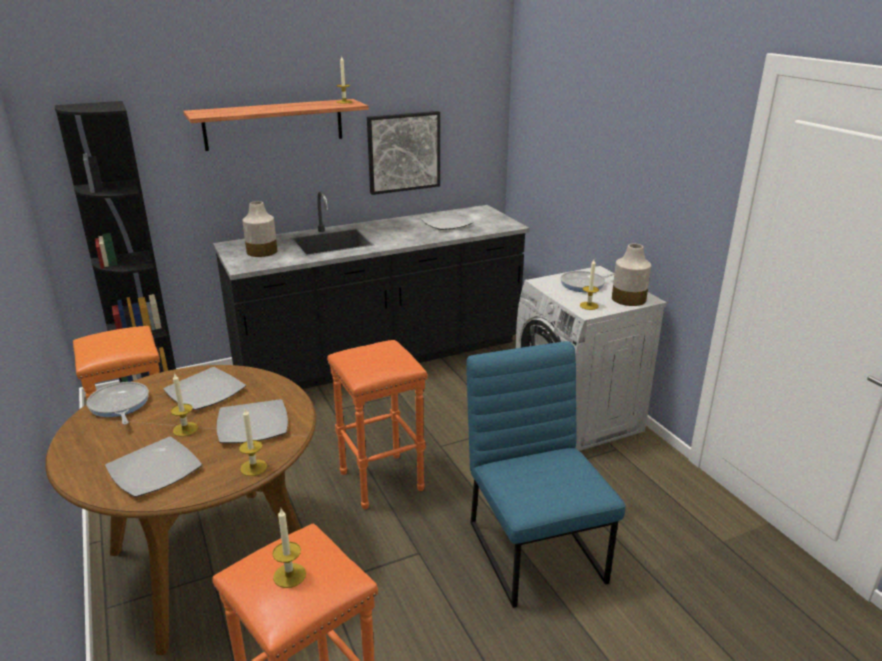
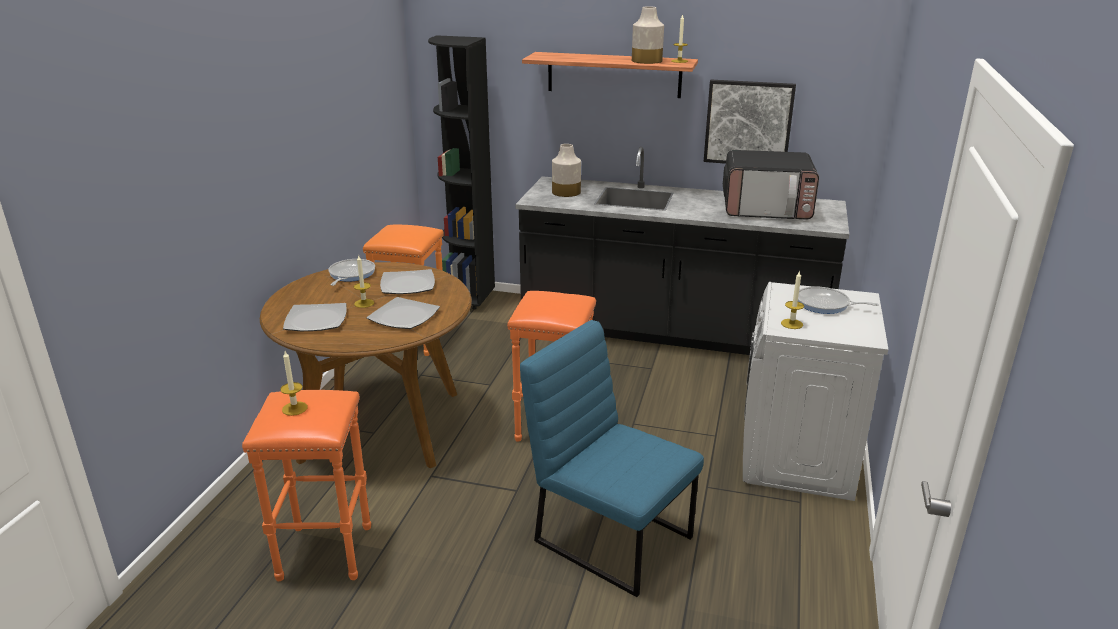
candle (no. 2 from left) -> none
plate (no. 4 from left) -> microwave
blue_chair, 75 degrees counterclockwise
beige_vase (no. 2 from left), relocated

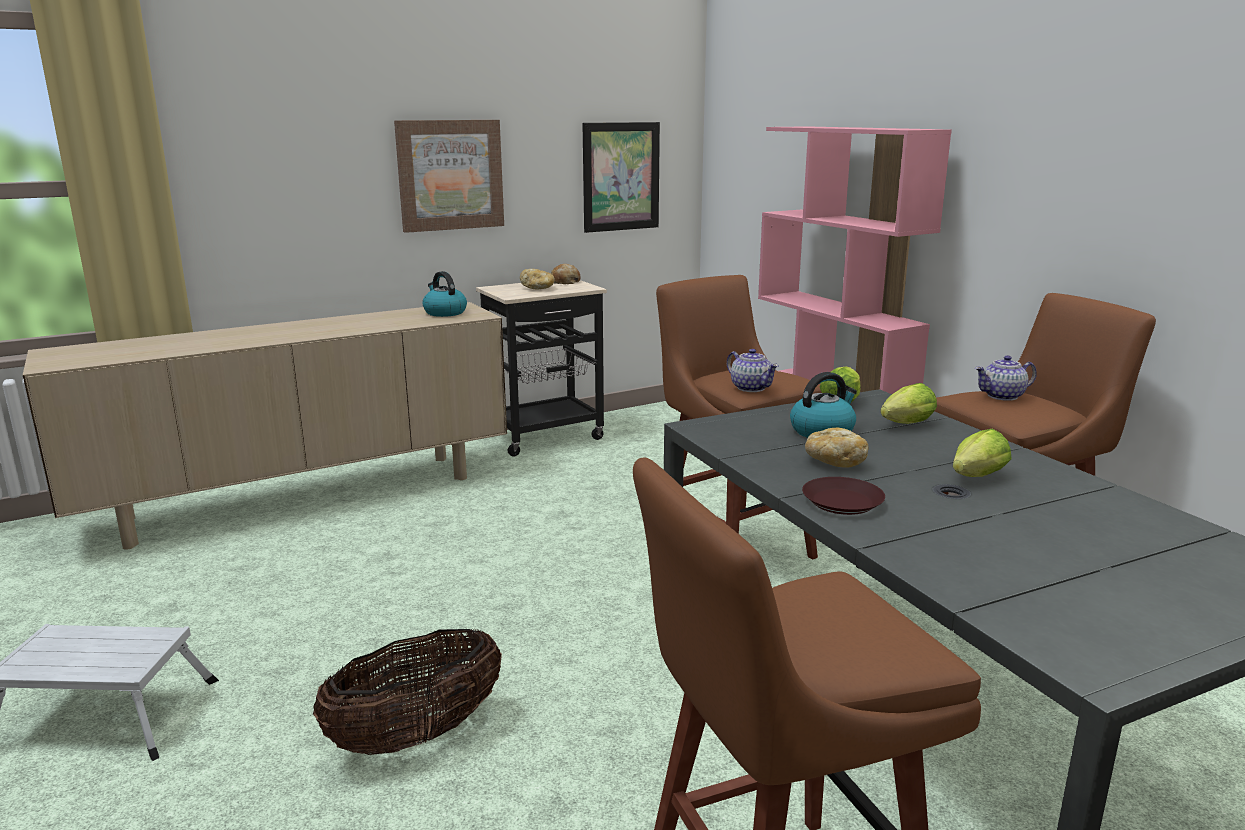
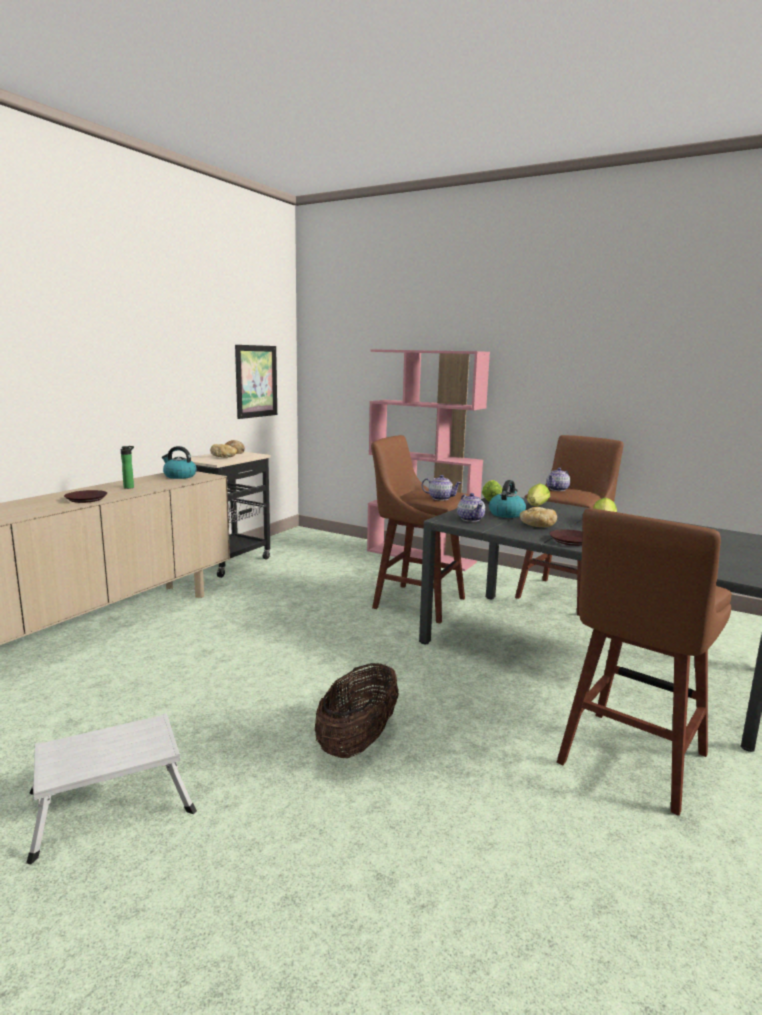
picture (no. 1 from left) -> none
none -> brown_plate (no. 1 from left)
none -> bottle
none -> teapot (no. 2 from left)

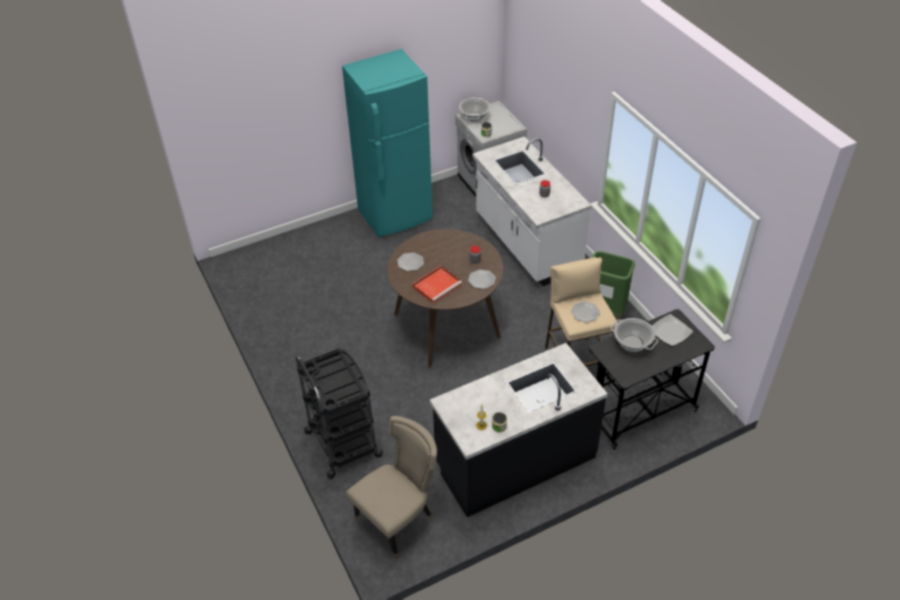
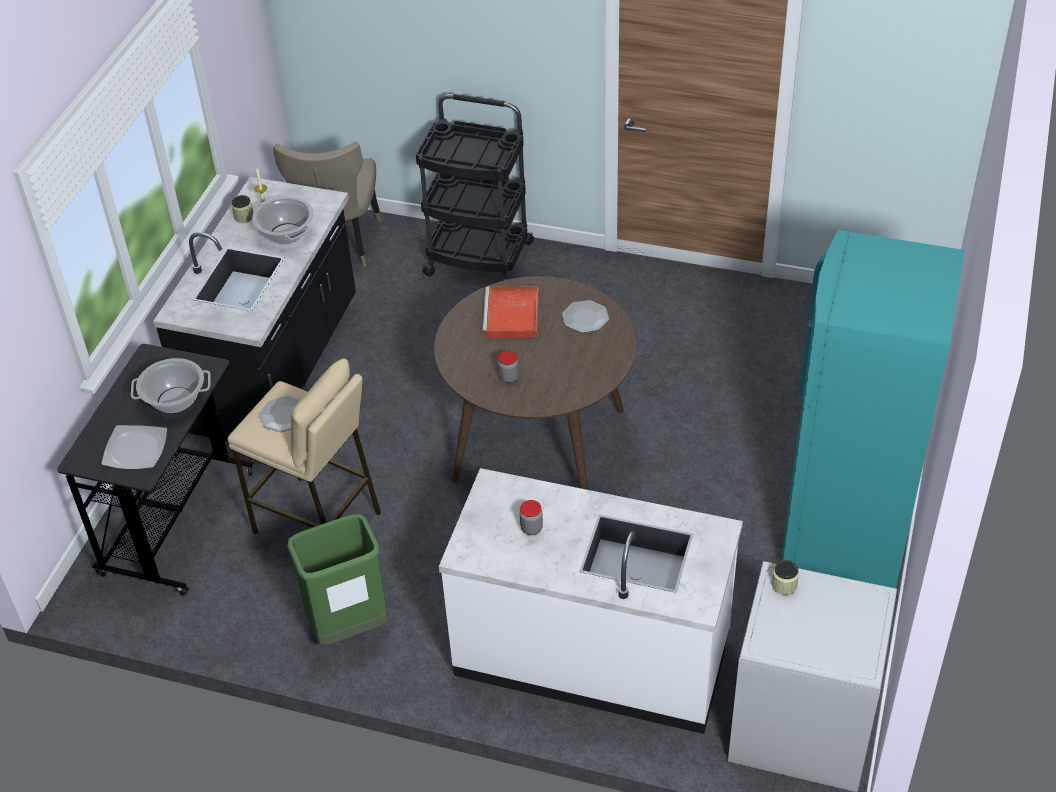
cooking_pot (no. 1 from left in the first image) -> cooking_pot (no. 2 from left), relocated
plate (no. 2 from left) -> none

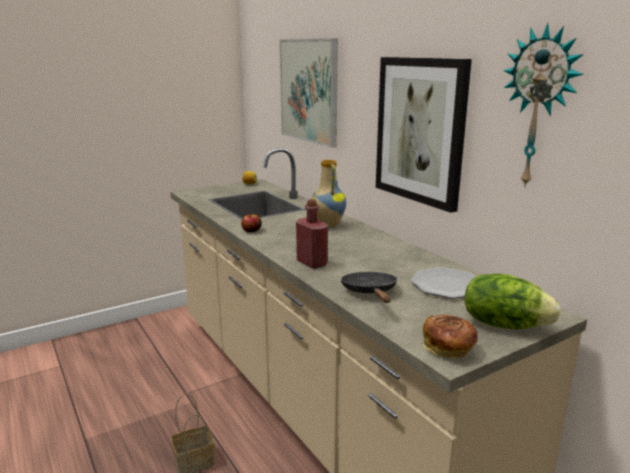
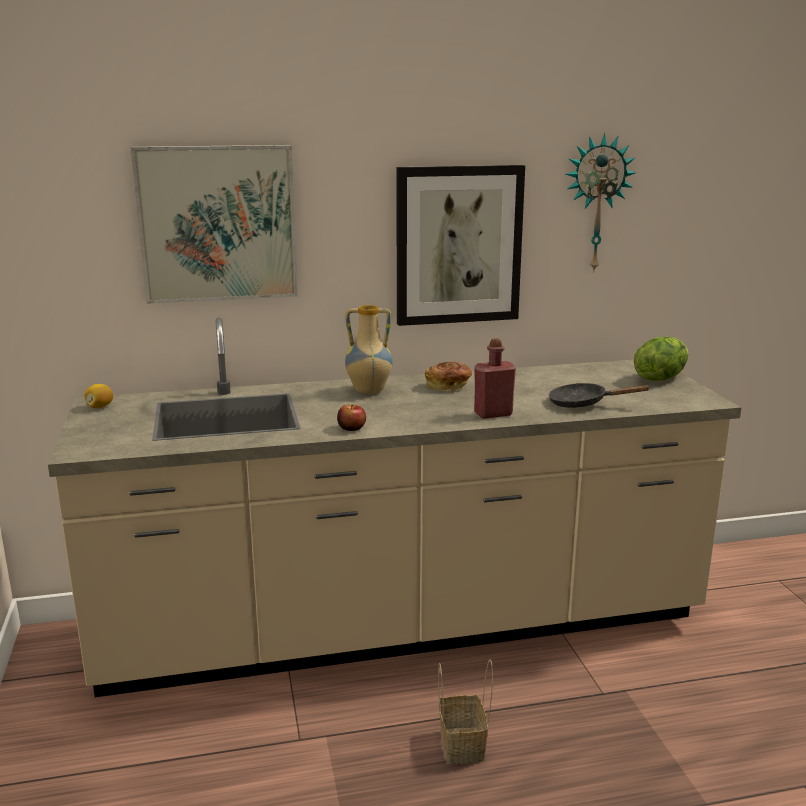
plate -> none
bread, relocated

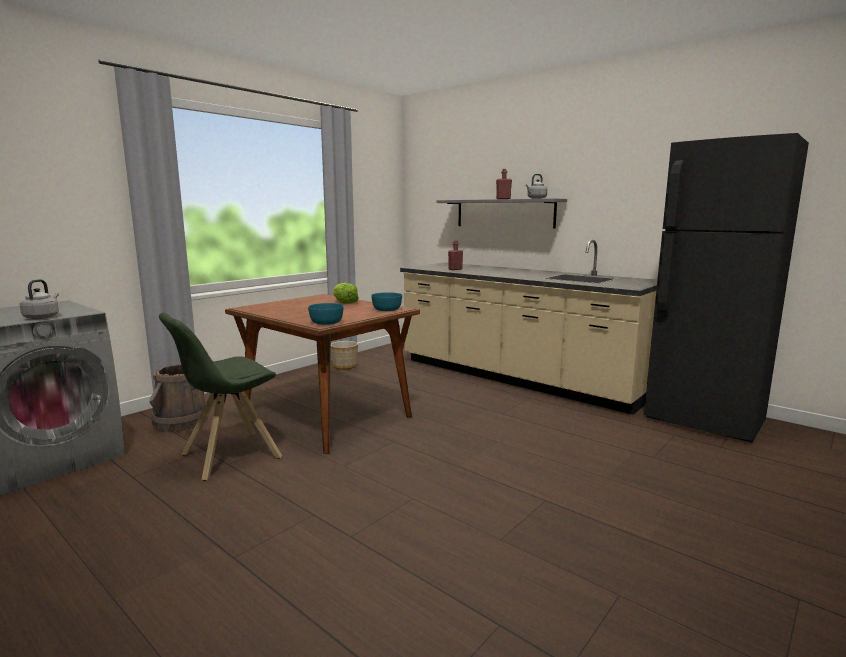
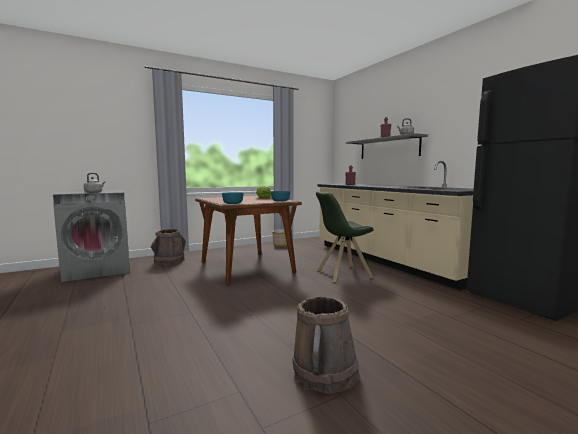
green_chair, relocated
none -> brown_bucket (no. 2 from left)

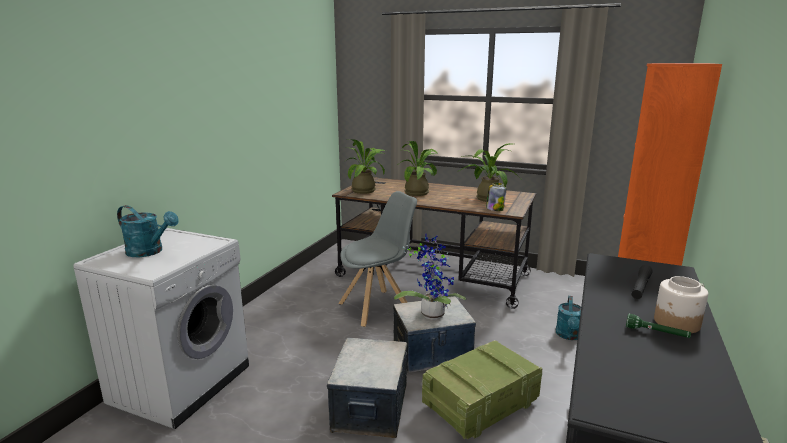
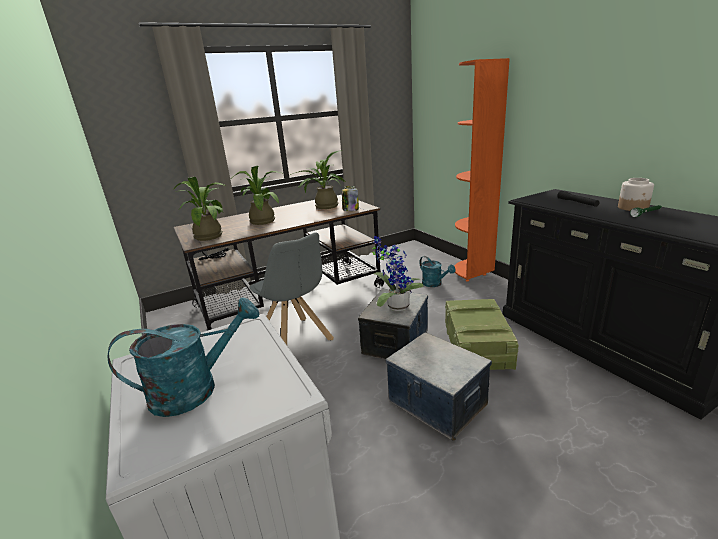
grey_chair, 135 degrees clockwise

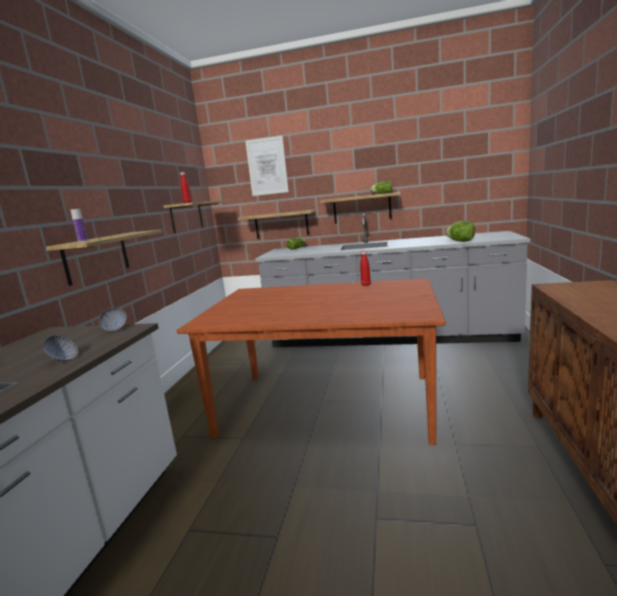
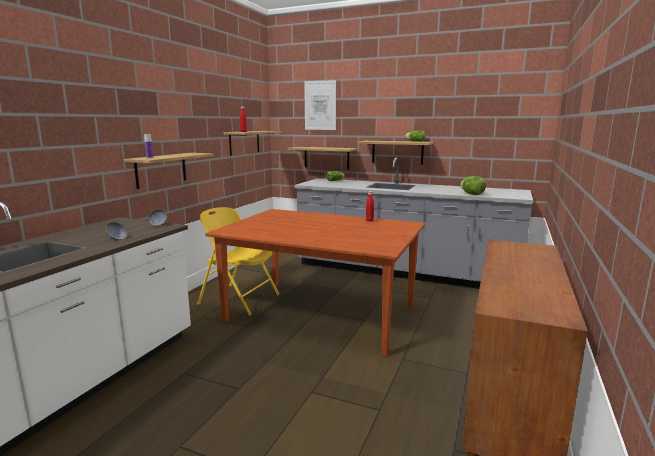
none -> yellow_chair

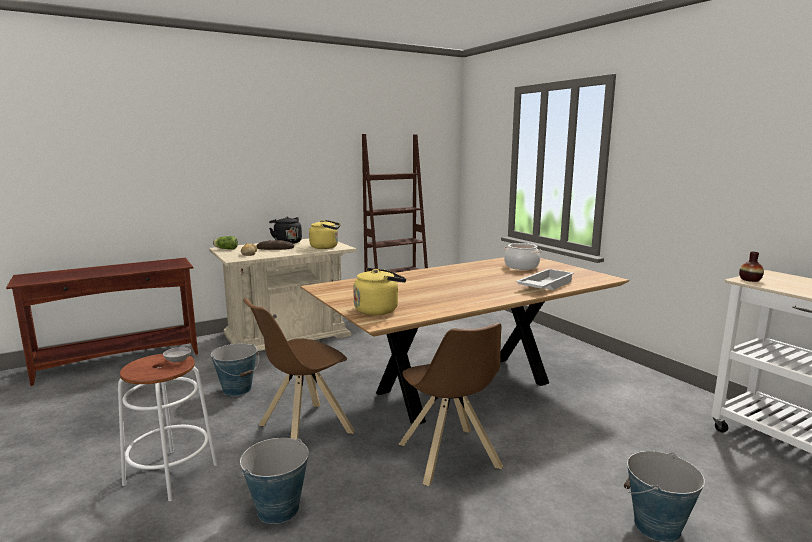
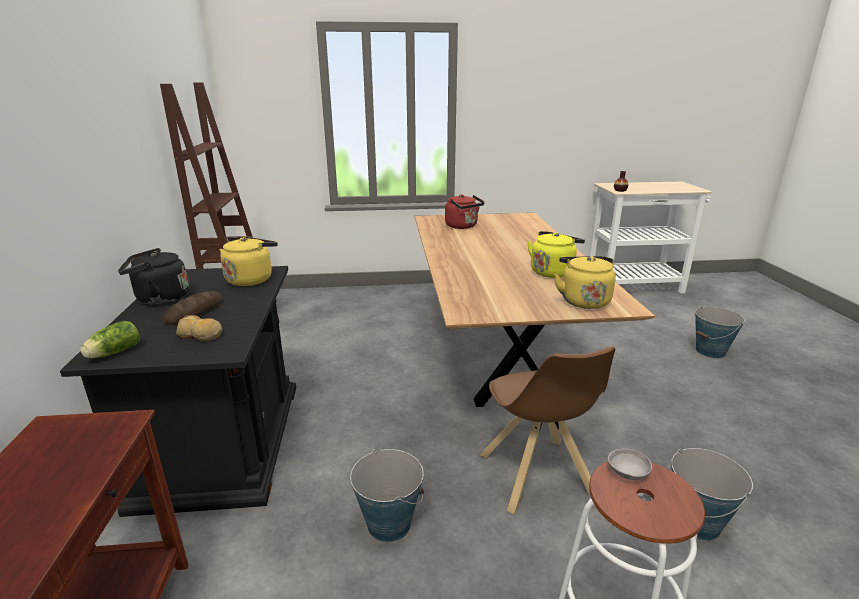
beige_cabinet -> black_cabinet
brown_chair (no. 2 from left) -> none
cooking_pot -> red_kettle
white_tray -> none
none -> yellow_kettle (no. 2 from left)

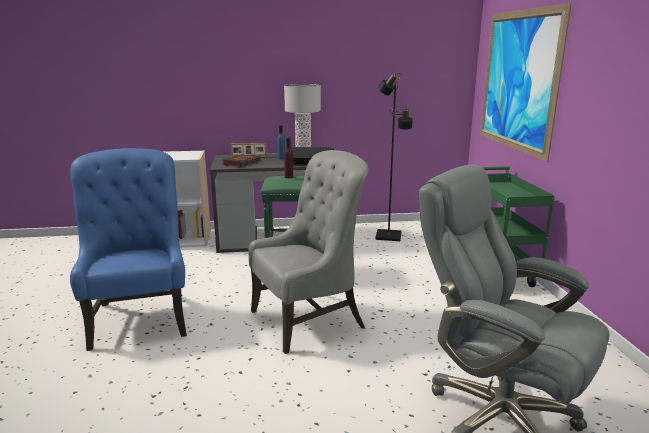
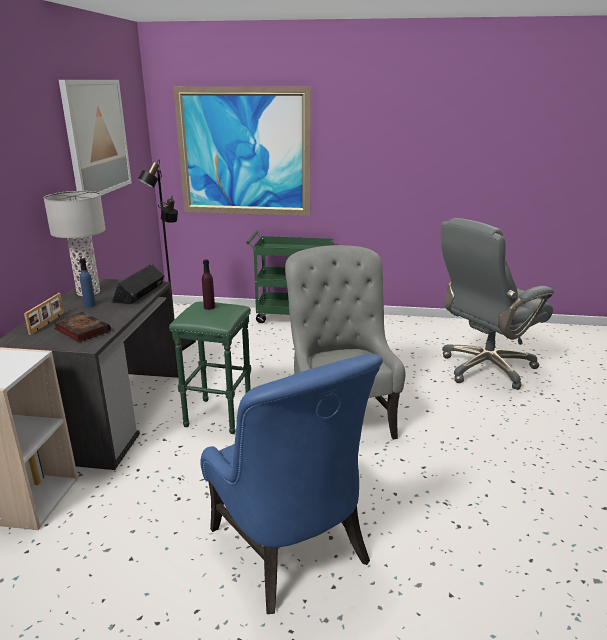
blue_chair, 120 degrees counterclockwise
none -> picture (no. 1 from left)

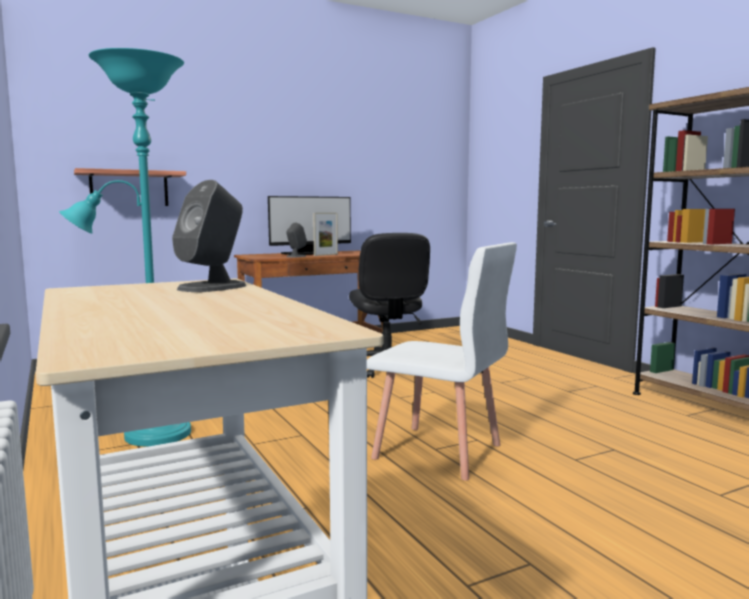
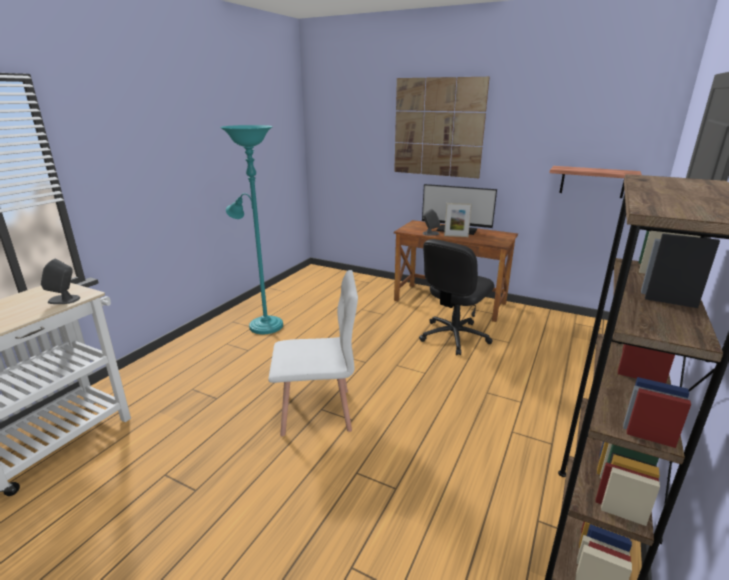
shelf, relocated
white_chair, 90 degrees counterclockwise
none -> picture

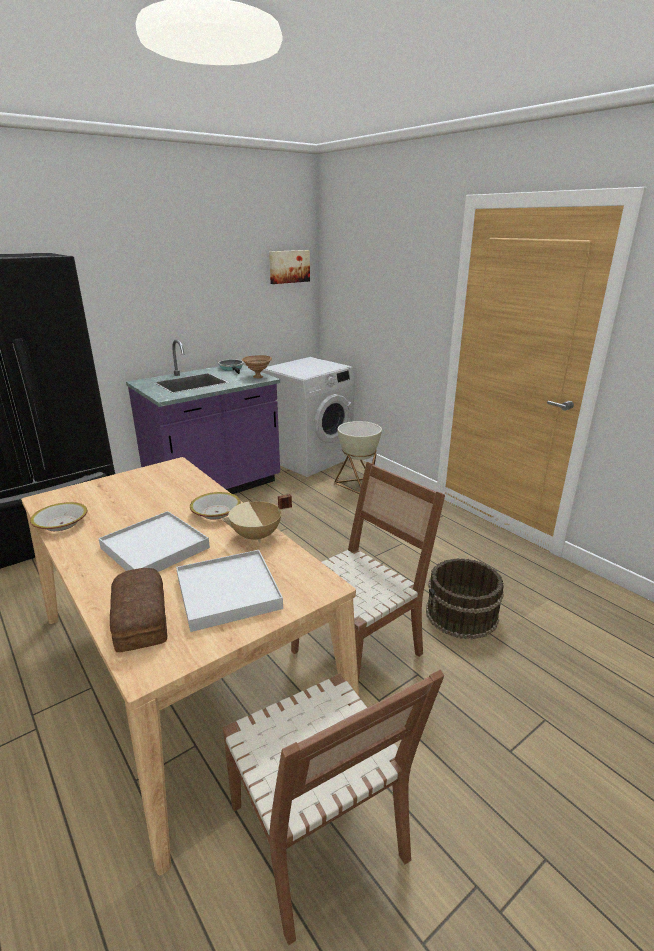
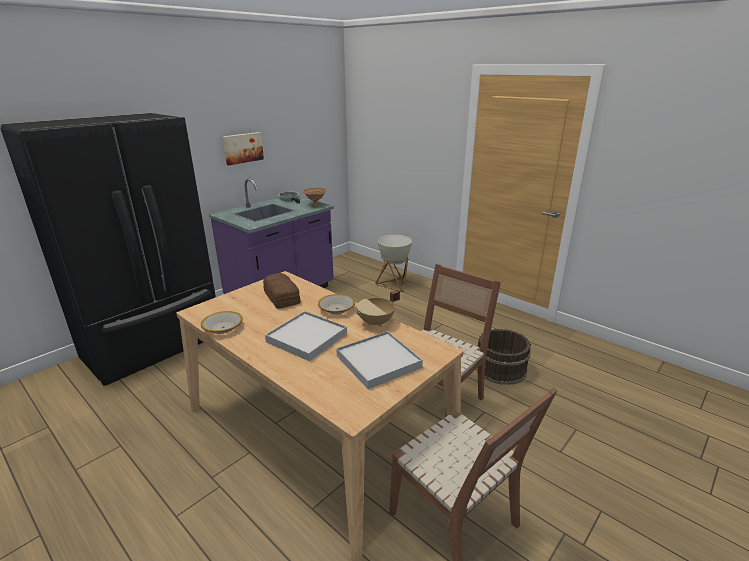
bread, relocated
white_washing_machine -> none
picture, relocated

